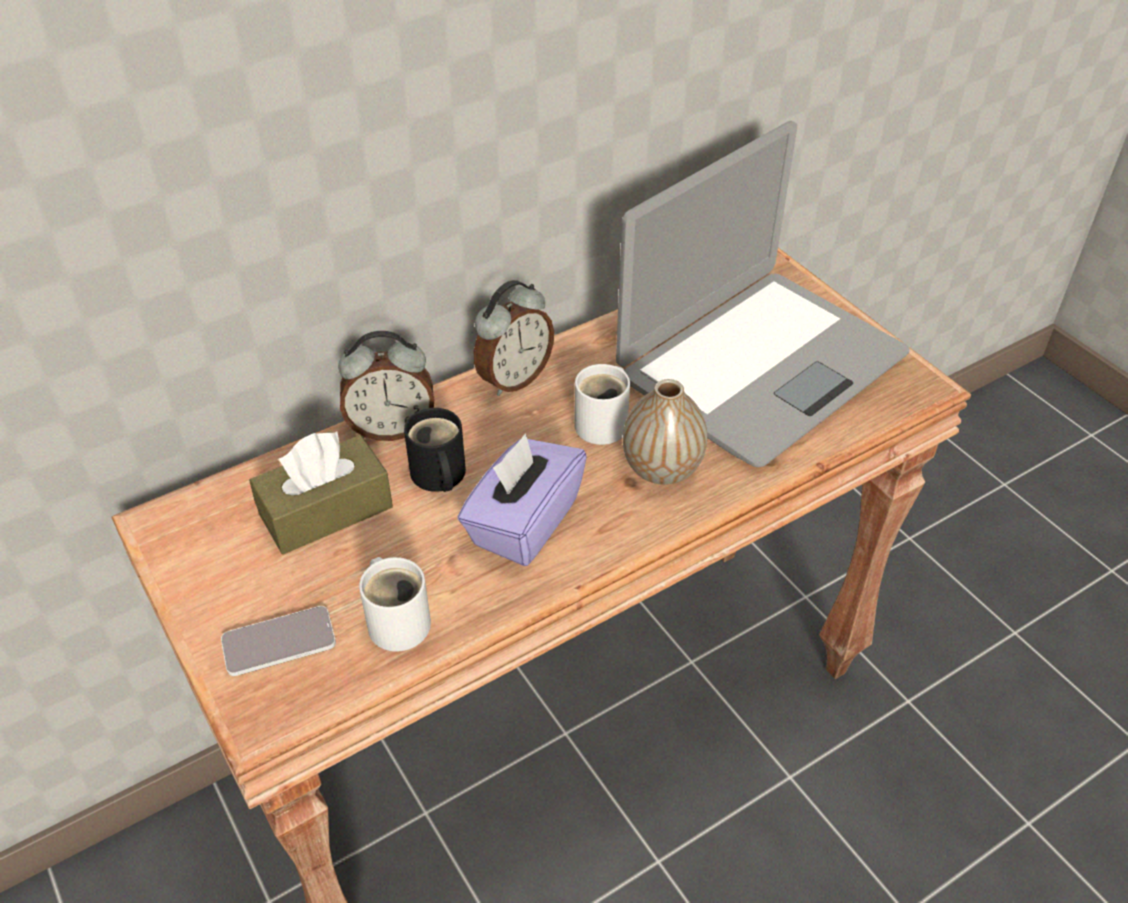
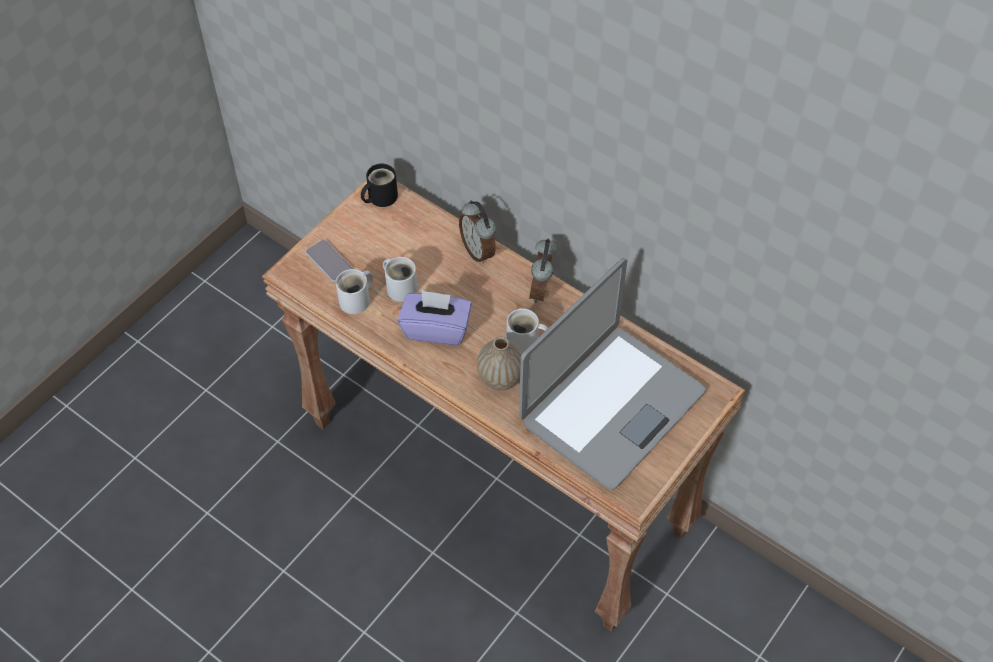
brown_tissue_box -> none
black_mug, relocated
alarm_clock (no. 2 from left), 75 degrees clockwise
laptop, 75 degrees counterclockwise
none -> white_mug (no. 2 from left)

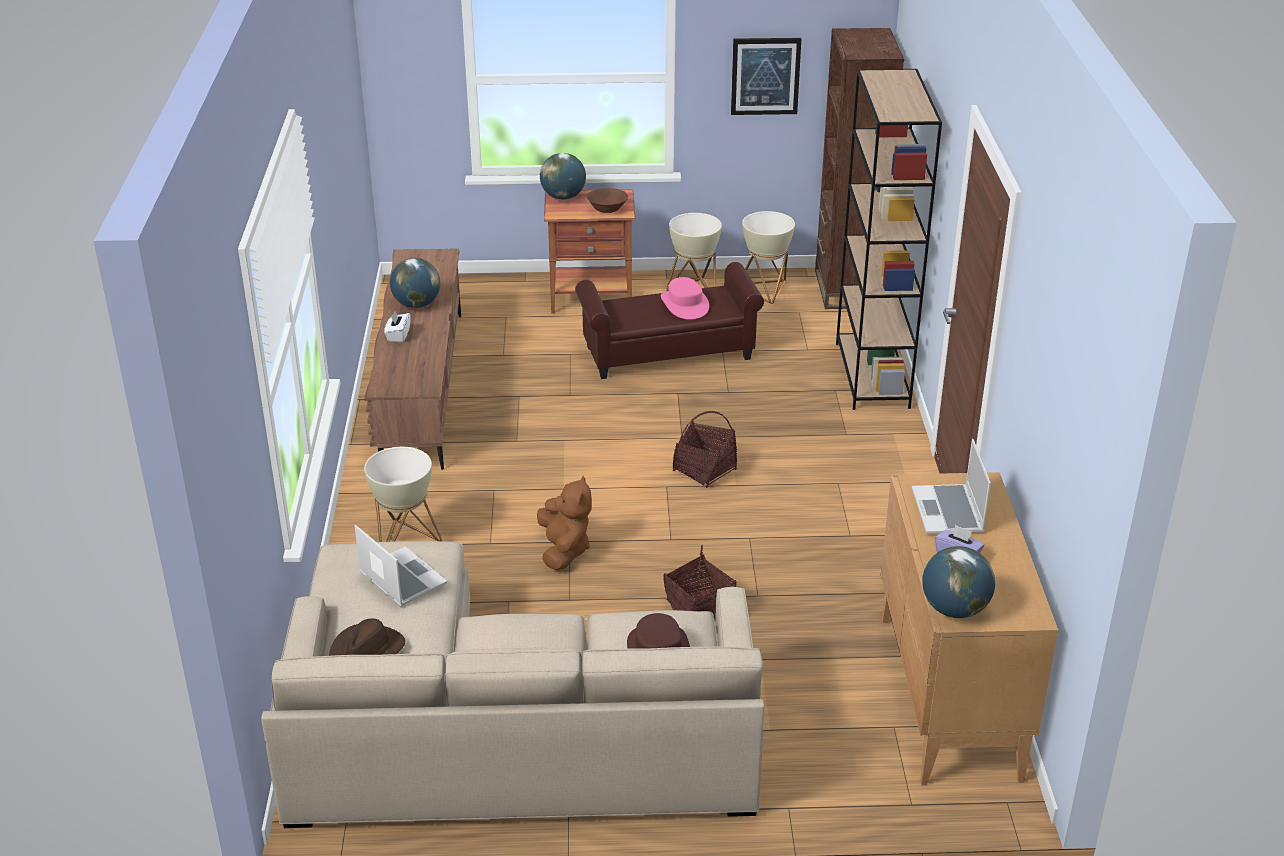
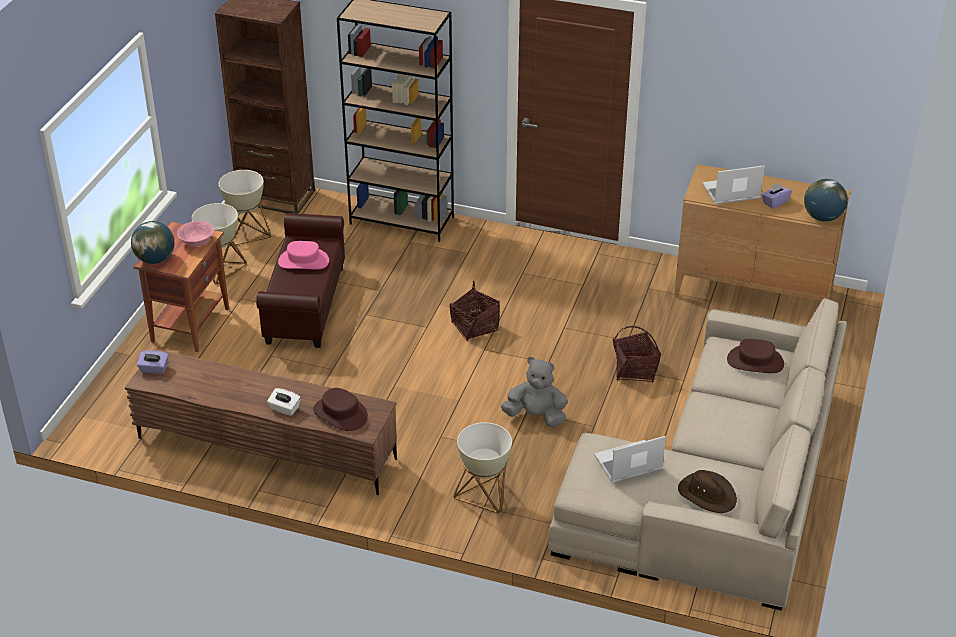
globe (no. 1 from left) -> none
brown_plush_toy -> grey_plush_toy
brown_bowl -> pink_bowl
picture -> none
laptop (no. 2 from left), 150 degrees clockwise
none -> purple_tissue_box (no. 1 from left)
none -> brown_hat (no. 1 from left)

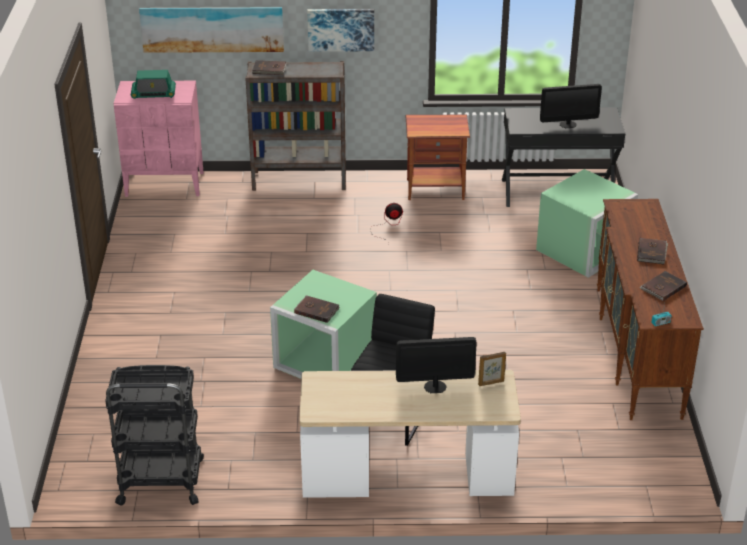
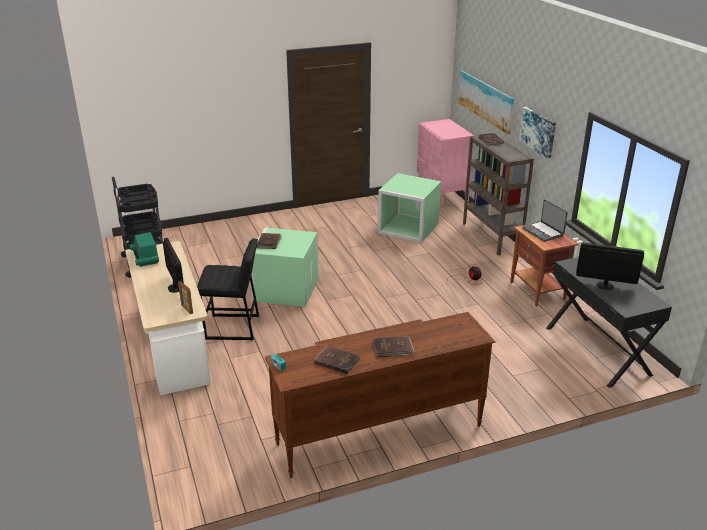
radio (no. 1 from left), relocated
green_storage_box (no. 2 from left), relocated
monitor (no. 2 from left), 135 degrees clockwise
none -> laptop

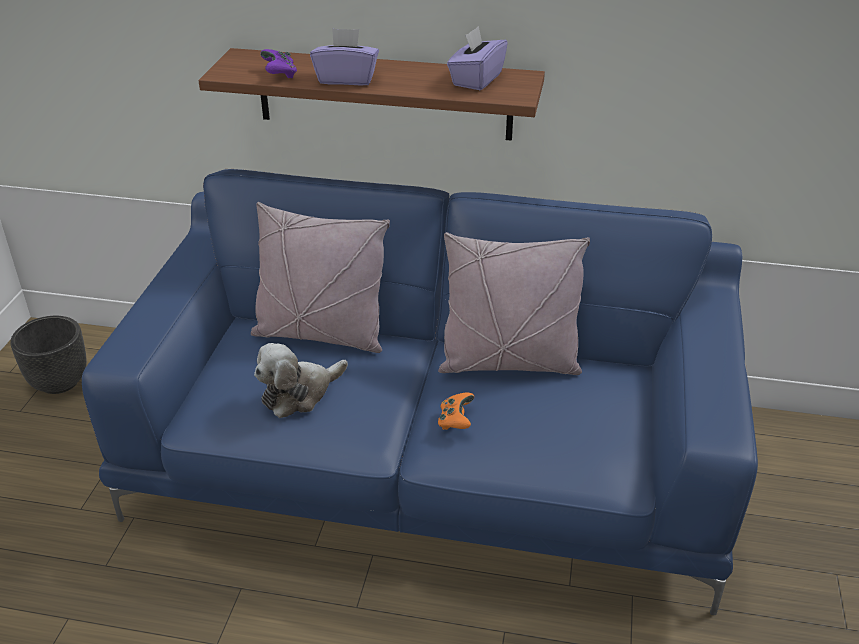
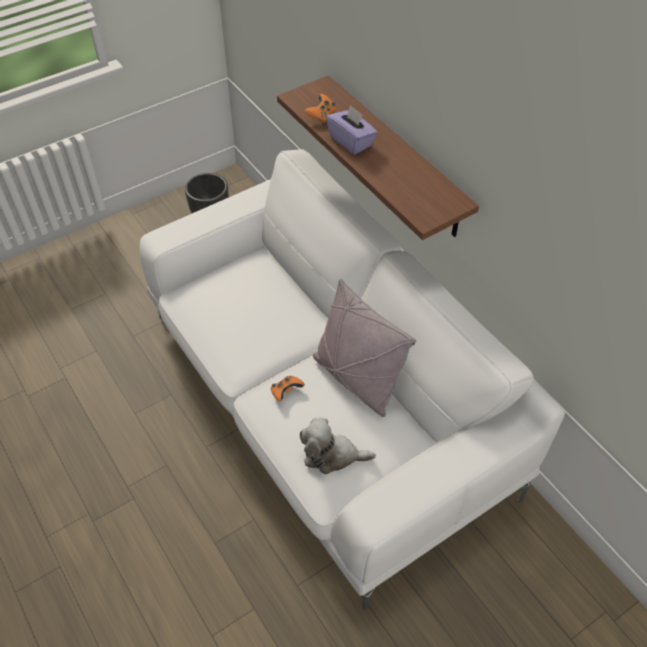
blue_sofa -> white_sofa
purple_pillow (no. 1 from left) -> none
plush_toy, relocated
purple_game_controller -> orange_game_controller (no. 2 from left)
purple_tissue_box (no. 2 from left) -> none

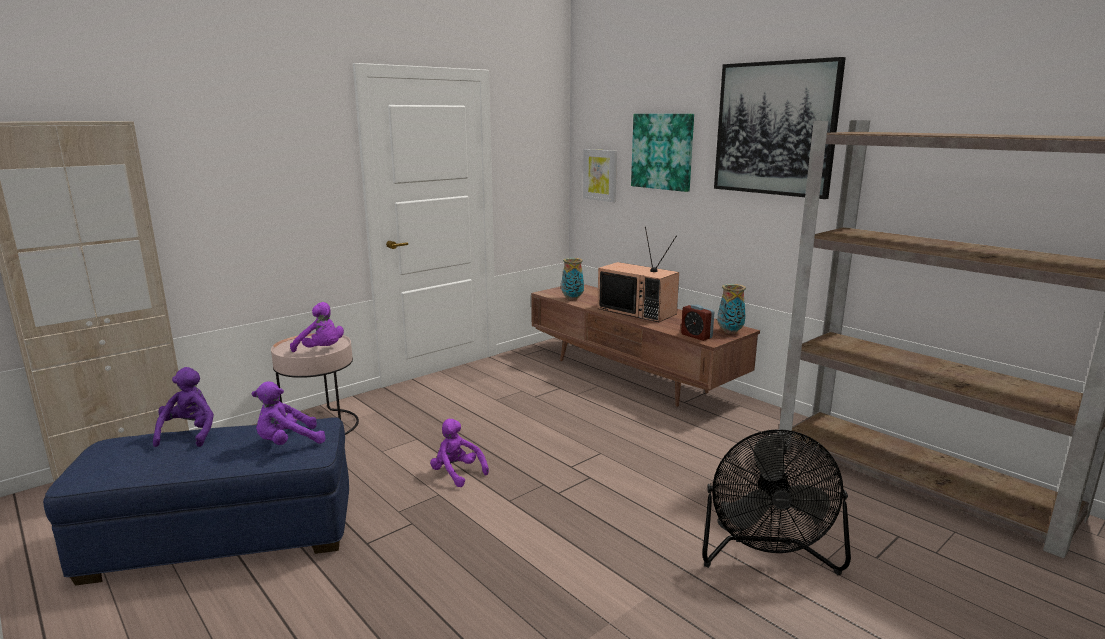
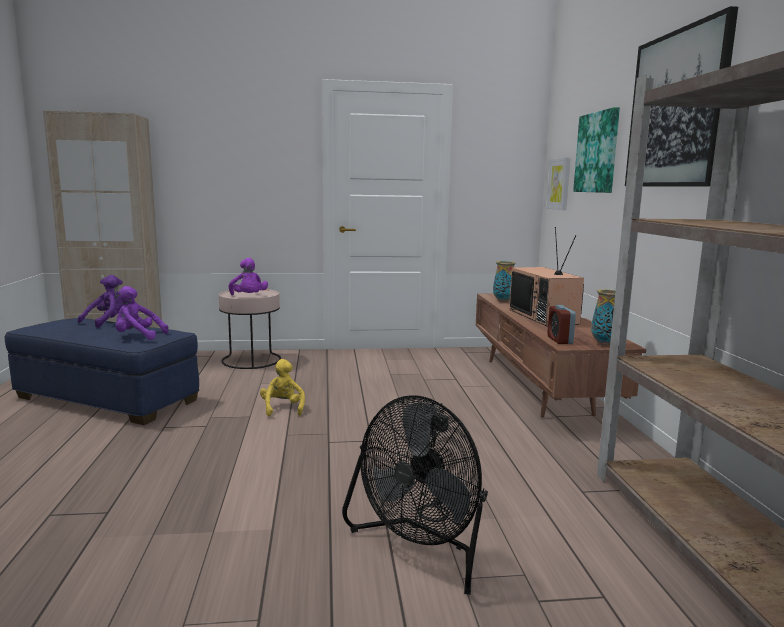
purple_plush_toy (no. 4 from left) -> yellow_plush_toy

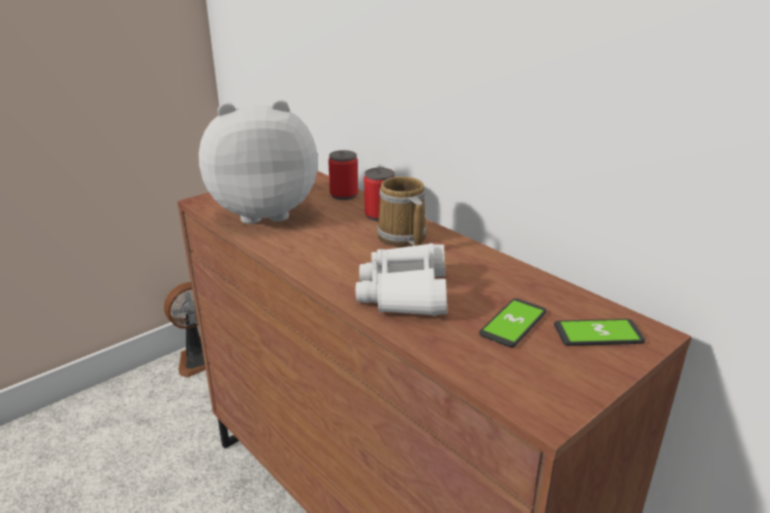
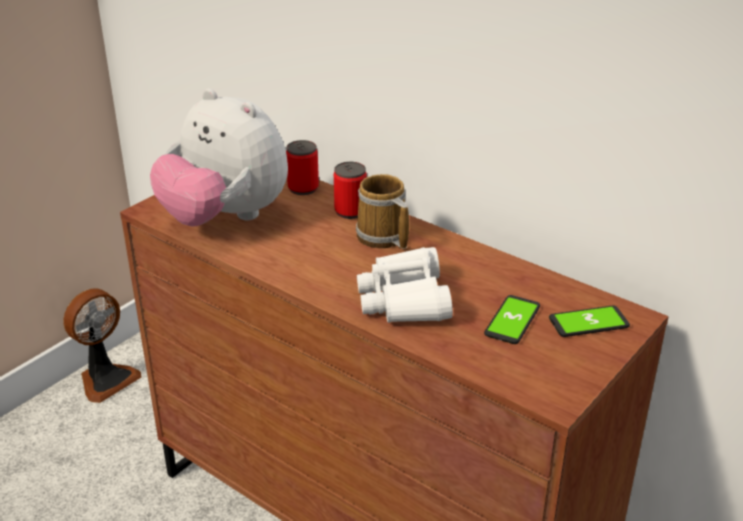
plush_toy, 120 degrees counterclockwise

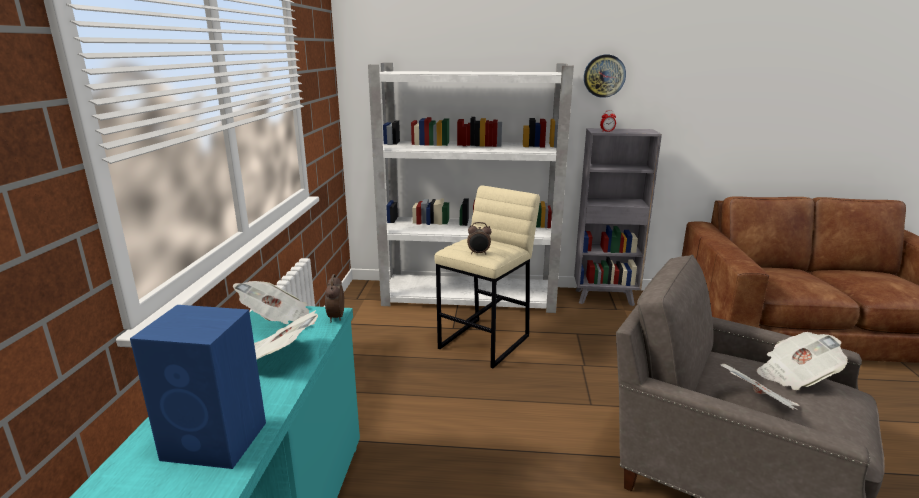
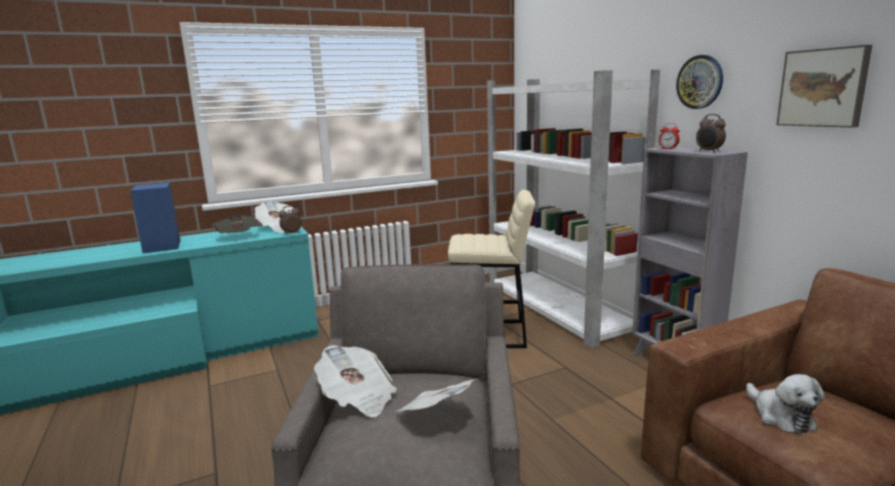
alarm_clock (no. 2 from left in the first image) -> alarm_clock (no. 3 from left), relocated
none -> plush_toy
none -> picture

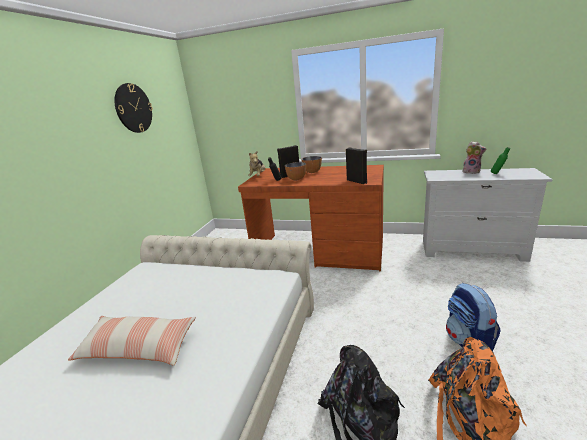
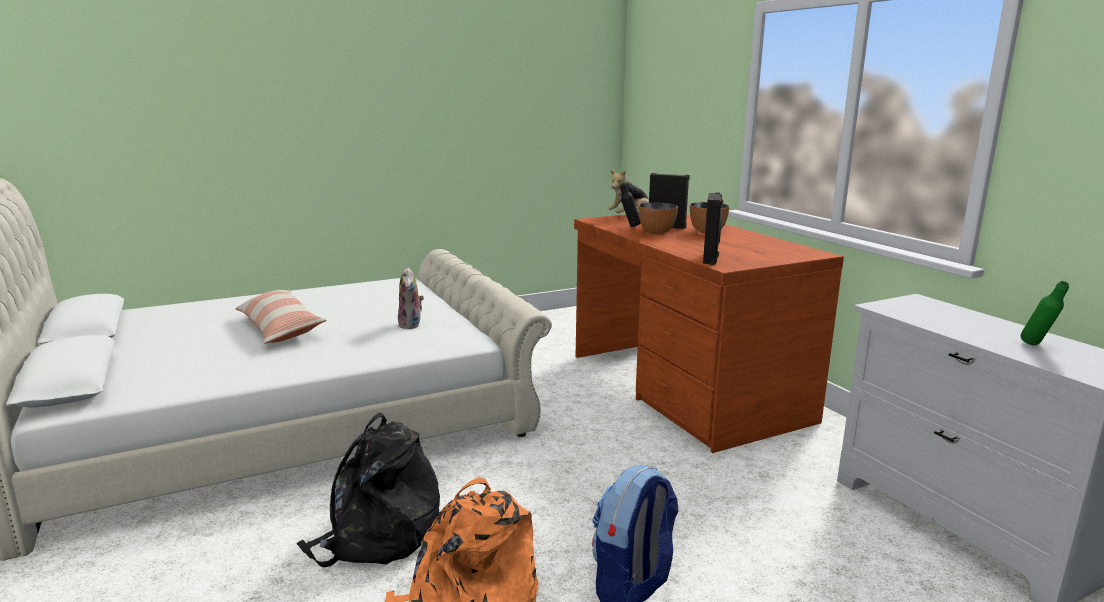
wall_clock -> none
plush_toy (no. 2 from left in the first image) -> plush_toy (no. 1 from left), relocated

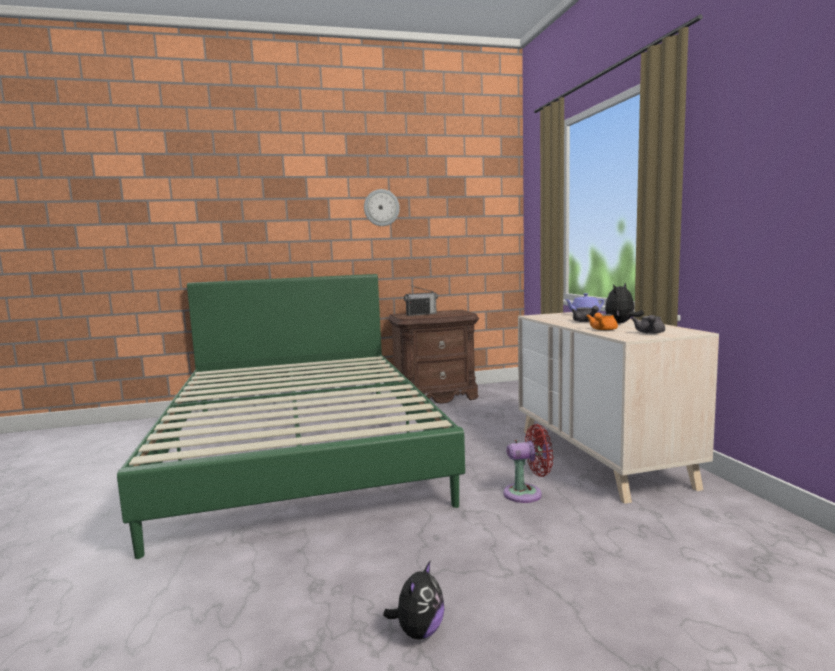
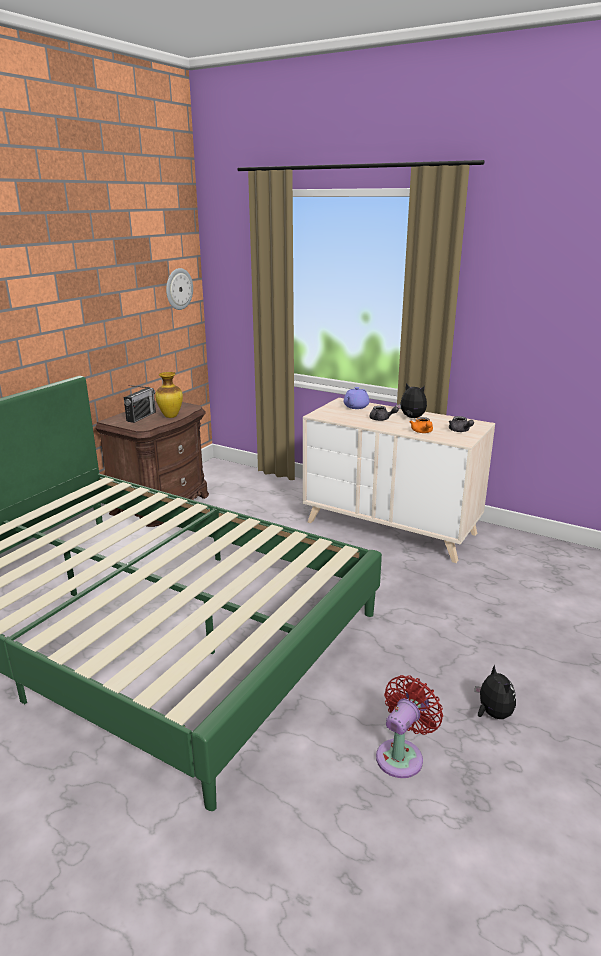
wall_clock, relocated
red_fan, relocated
plush_toy (no. 2 from left in the first image) -> plush_toy (no. 1 from left), 120 degrees clockwise
none -> vase

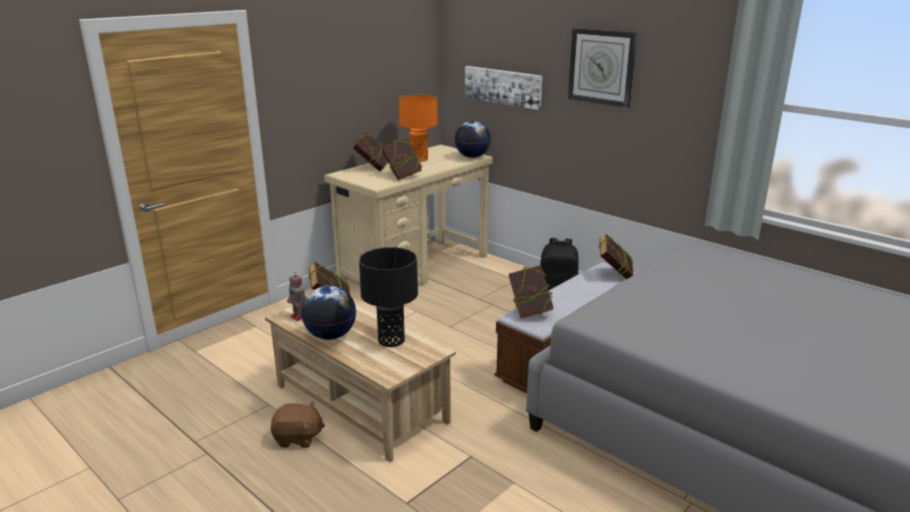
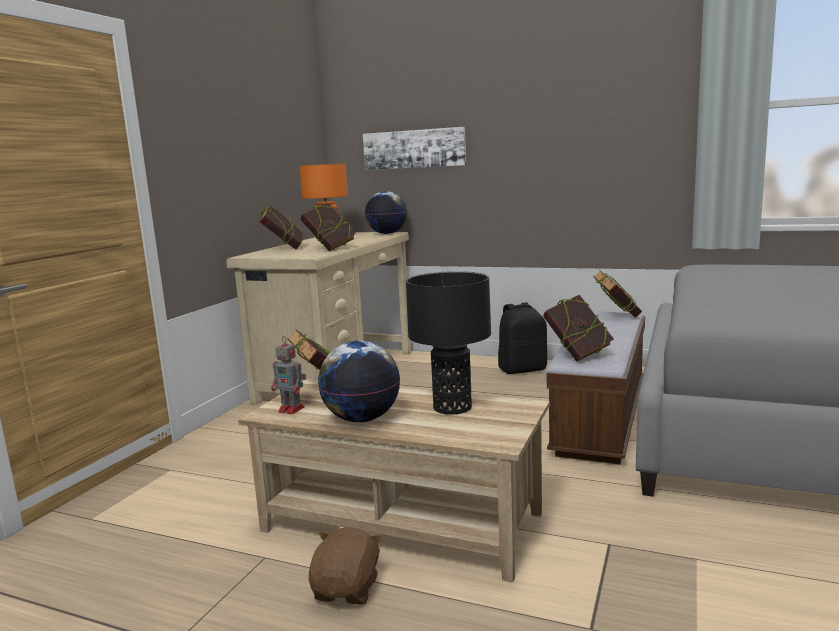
brown_plush_toy, 60 degrees counterclockwise
wall_clock -> none

